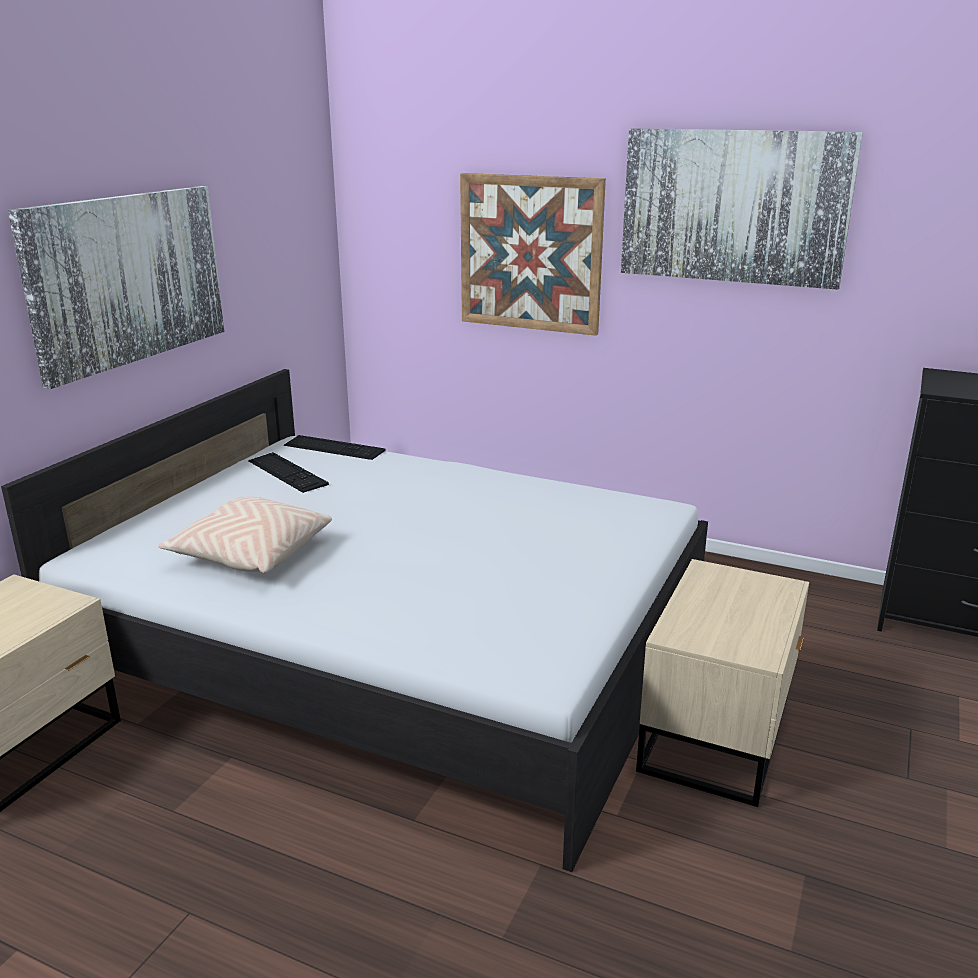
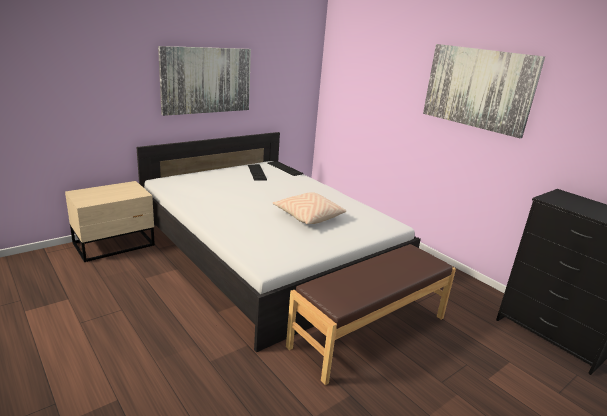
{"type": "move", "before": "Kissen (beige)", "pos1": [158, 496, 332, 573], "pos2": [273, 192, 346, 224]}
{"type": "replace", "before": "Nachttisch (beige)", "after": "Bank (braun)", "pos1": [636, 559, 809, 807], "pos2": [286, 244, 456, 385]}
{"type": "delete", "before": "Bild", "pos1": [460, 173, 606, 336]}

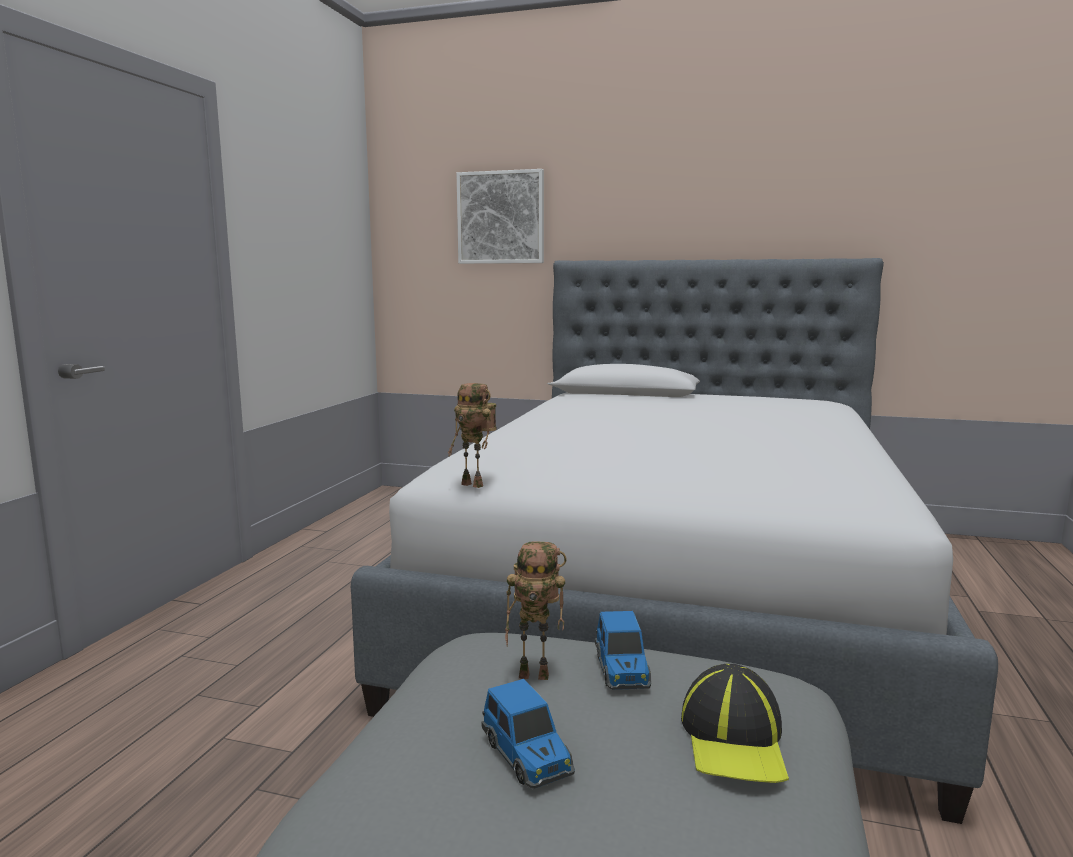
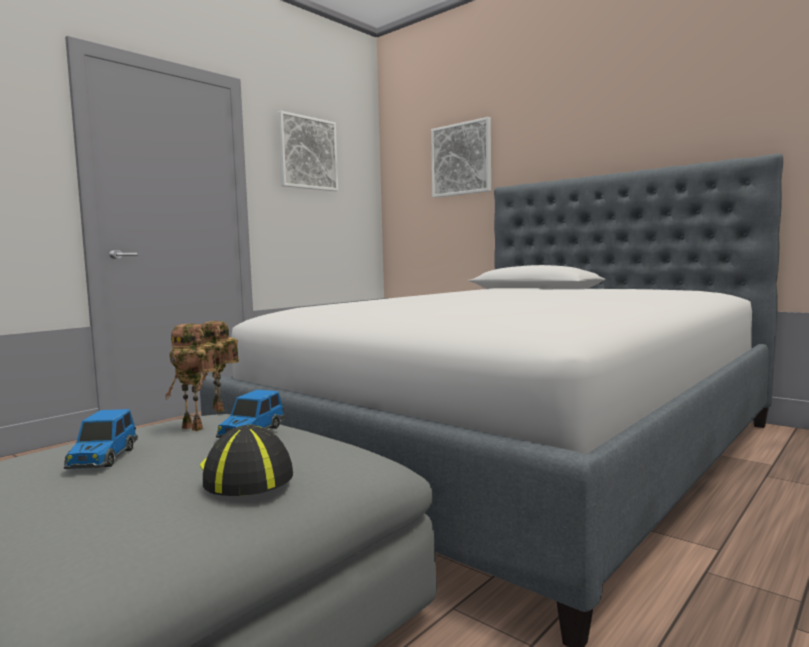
{"type": "rotate", "before": "Kappe", "pos1": [681, 664, 789, 783], "pos2": [200, 425, 293, 496], "turn": 120}
{"type": "move", "before": "Spielzeugroboter", "pos1": [448, 383, 497, 488], "pos2": [202, 321, 239, 412]}
{"type": "insert", "after": "Bild", "pos2": [278, 111, 338, 191]}

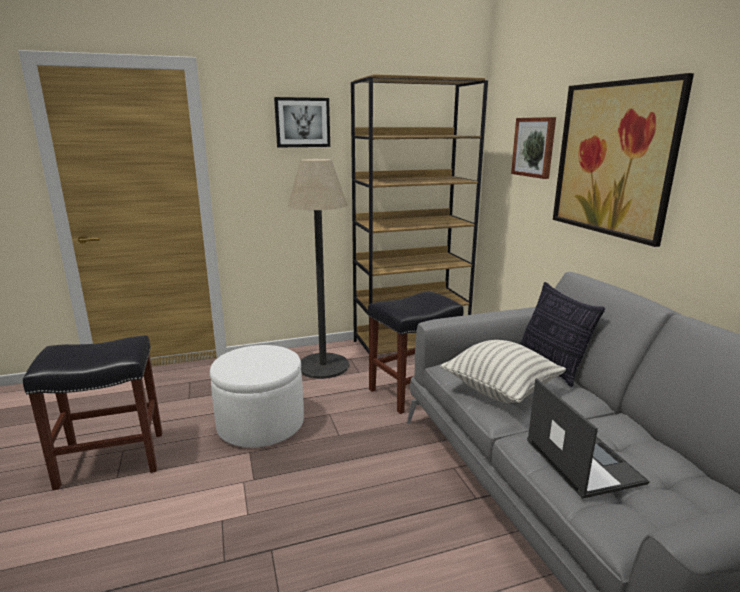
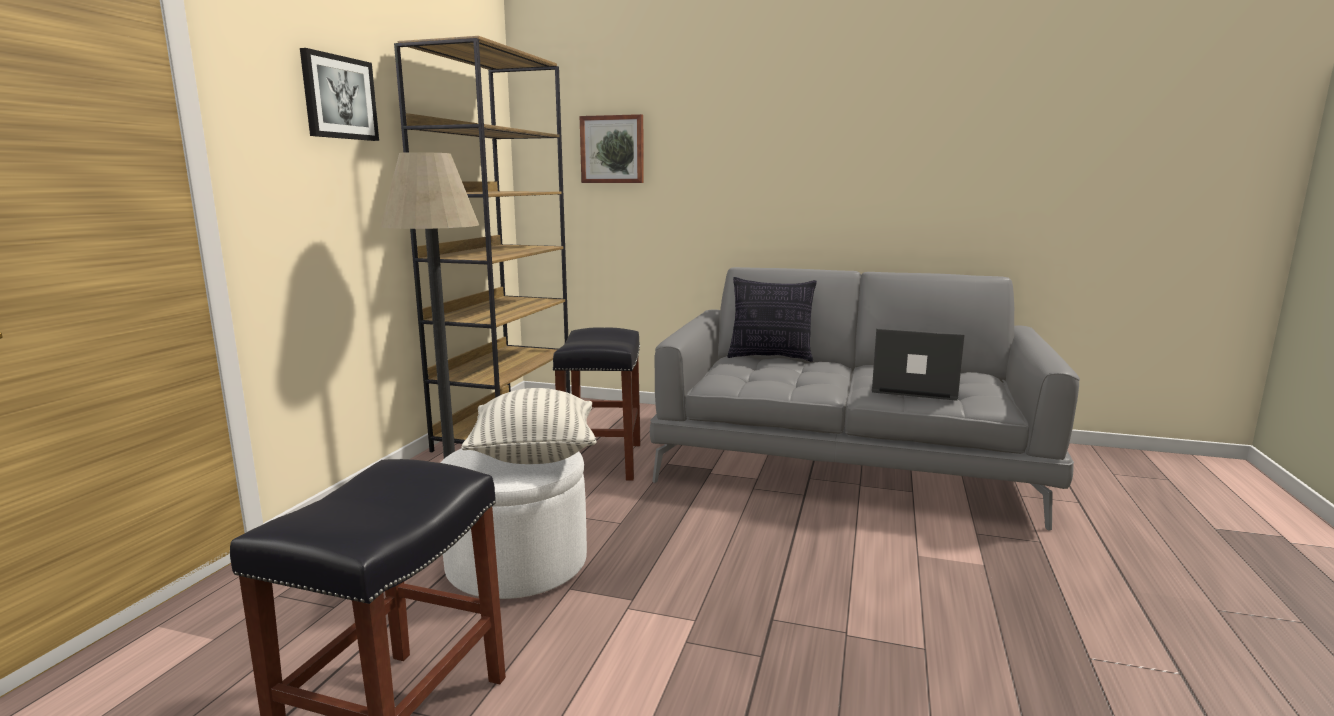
{"type": "move", "before": "Kissen", "pos1": [440, 340, 566, 403], "pos2": [461, 388, 597, 464]}
{"type": "delete", "before": "Bild", "pos1": [553, 73, 694, 247]}

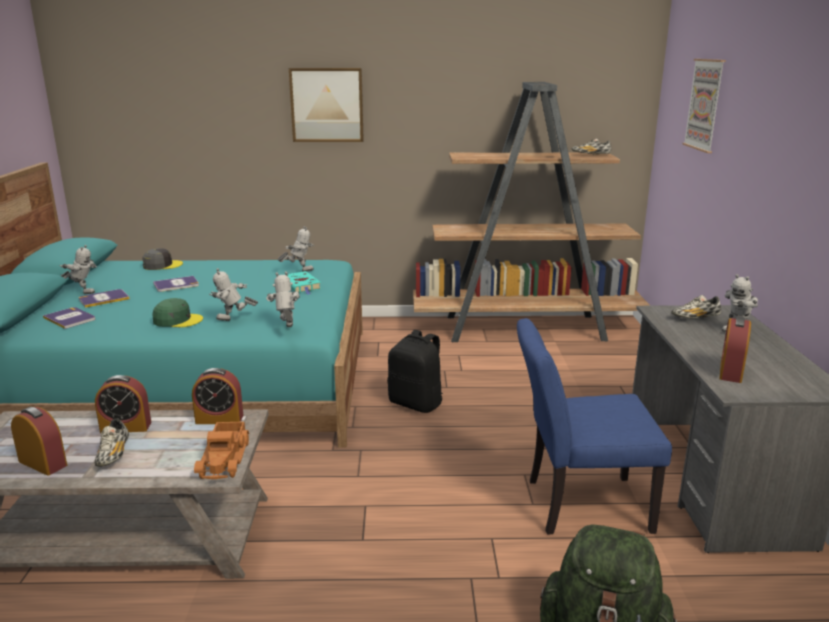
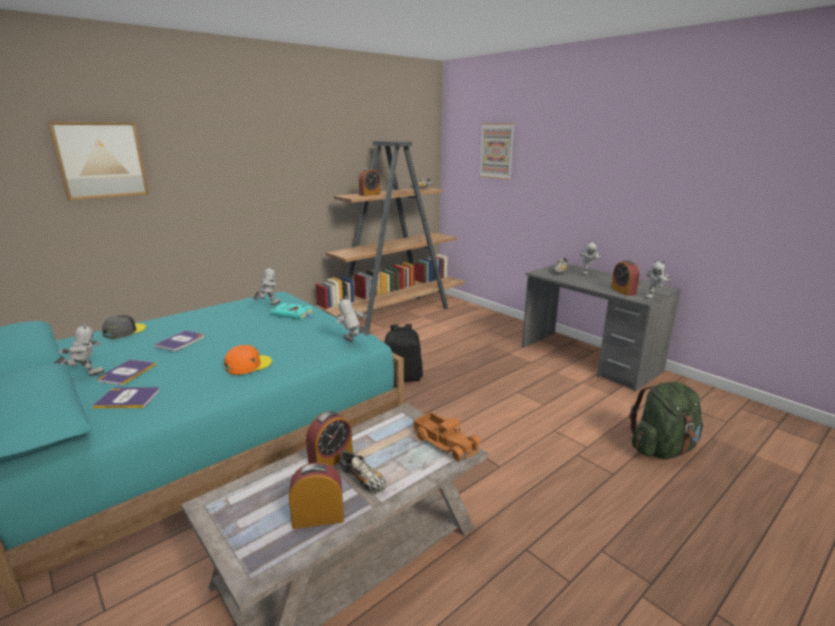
{"type": "move", "before": "Bild", "pos1": [289, 68, 364, 142], "pos2": [48, 122, 149, 200]}
{"type": "recolor", "before": "Kappe (grün)", "after": "Kappe (orange)", "pos1": [152, 298, 203, 327], "pos2": [224, 345, 272, 375]}
{"type": "move", "before": "Wecker", "pos1": [192, 368, 243, 424], "pos2": [359, 168, 381, 196]}
{"type": "move", "before": "Spielzeugroboter", "pos1": [209, 268, 258, 321], "pos2": [646, 260, 670, 299]}
{"type": "delete", "before": "Stuhl (blau)", "pos1": [517, 318, 672, 534]}

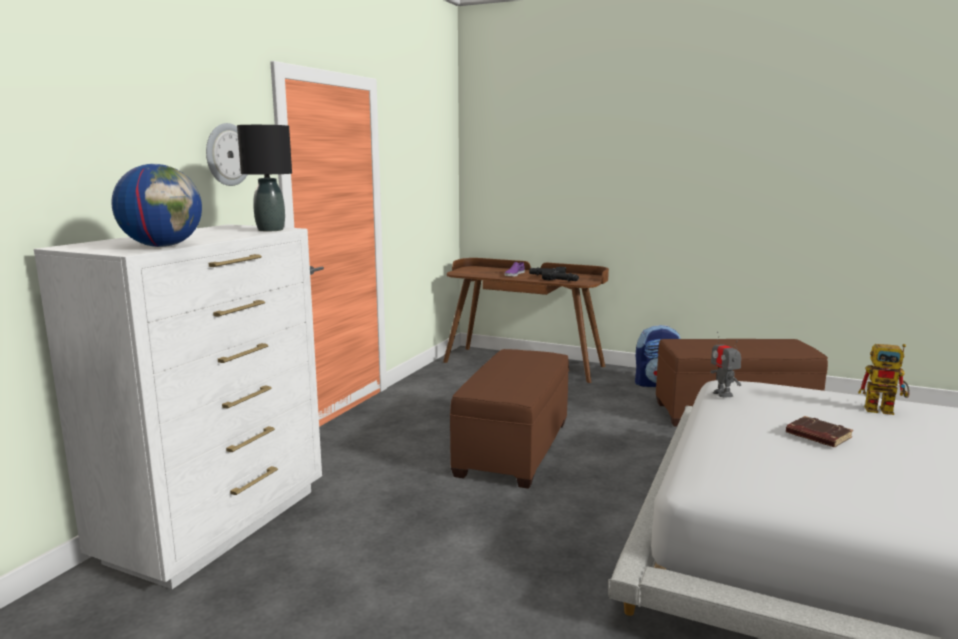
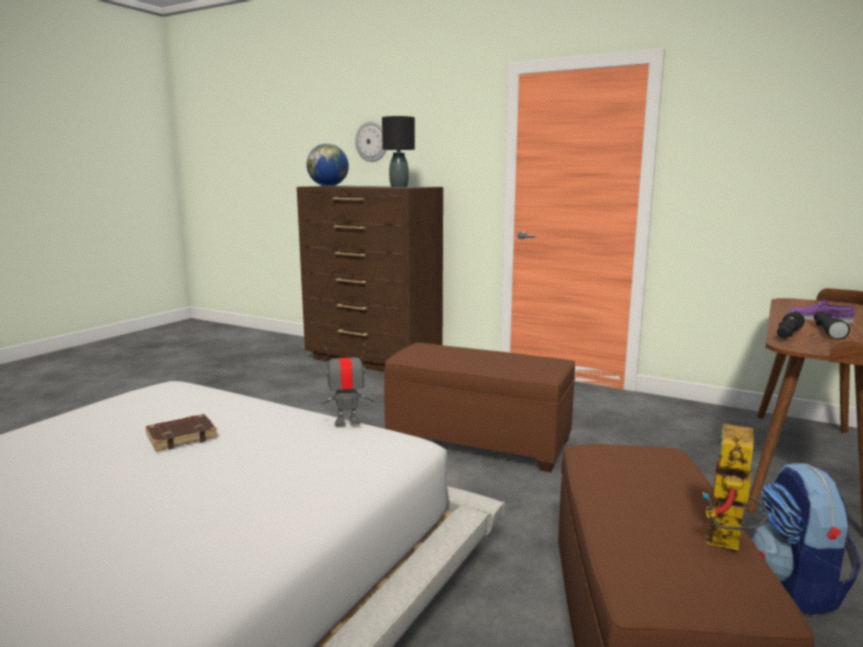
{"type": "recolor", "before": "Kommode (weiß)", "after": "Kommode (braun)", "pos1": [34, 224, 322, 589], "pos2": [297, 186, 443, 372]}
{"type": "move", "before": "Wanduhr", "pos1": [206, 123, 248, 186], "pos2": [355, 121, 386, 162]}
{"type": "move", "before": "Spielzeugroboter", "pos1": [858, 344, 909, 415], "pos2": [702, 424, 768, 550]}

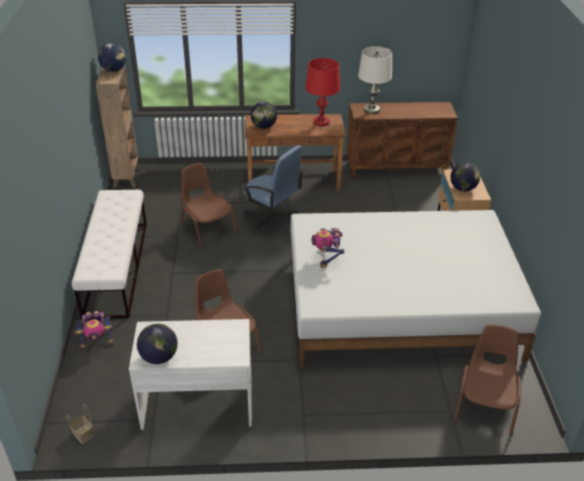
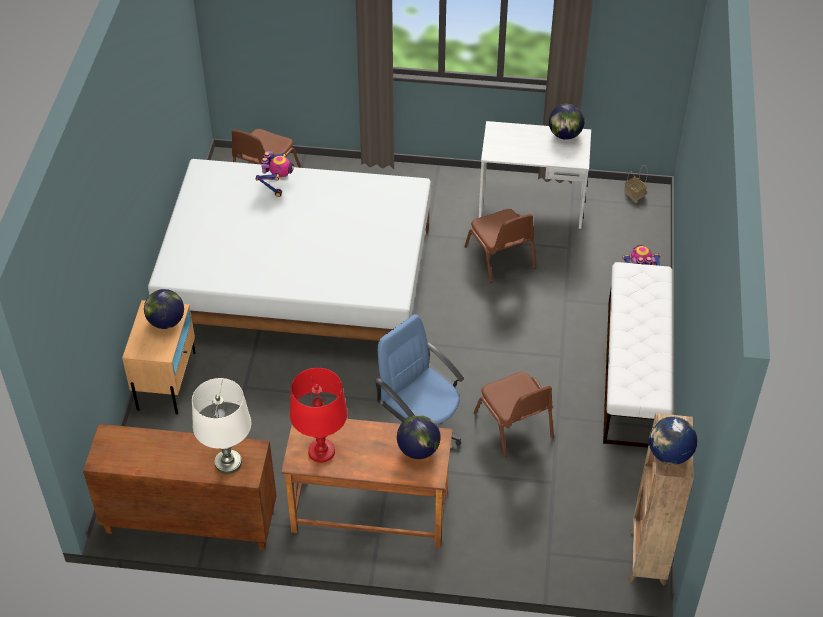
{"type": "move", "before": "Spielzeugroboter", "pos1": [311, 228, 344, 268], "pos2": [255, 151, 294, 197]}

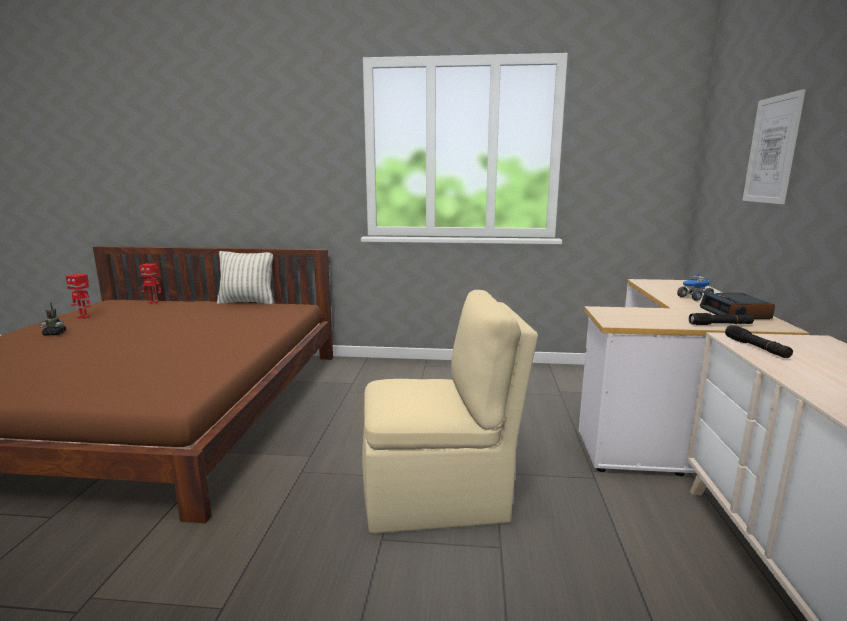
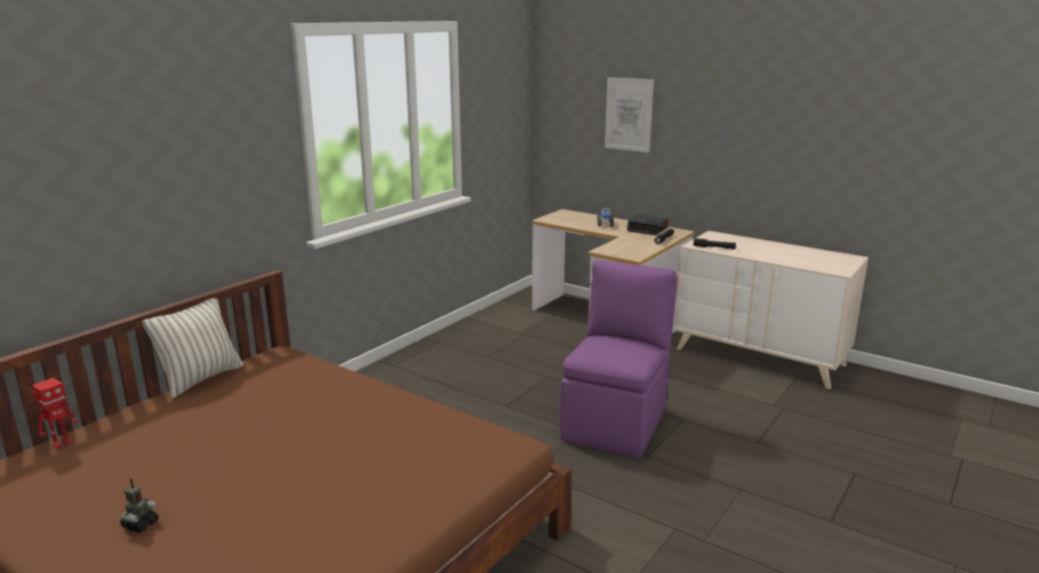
{"type": "recolor", "before": "Stuhl (beige)", "after": "Stuhl (lila)", "pos1": [362, 290, 538, 534], "pos2": [560, 259, 678, 458]}
{"type": "delete", "before": "Spielzeugroboter", "pos1": [65, 274, 91, 319]}

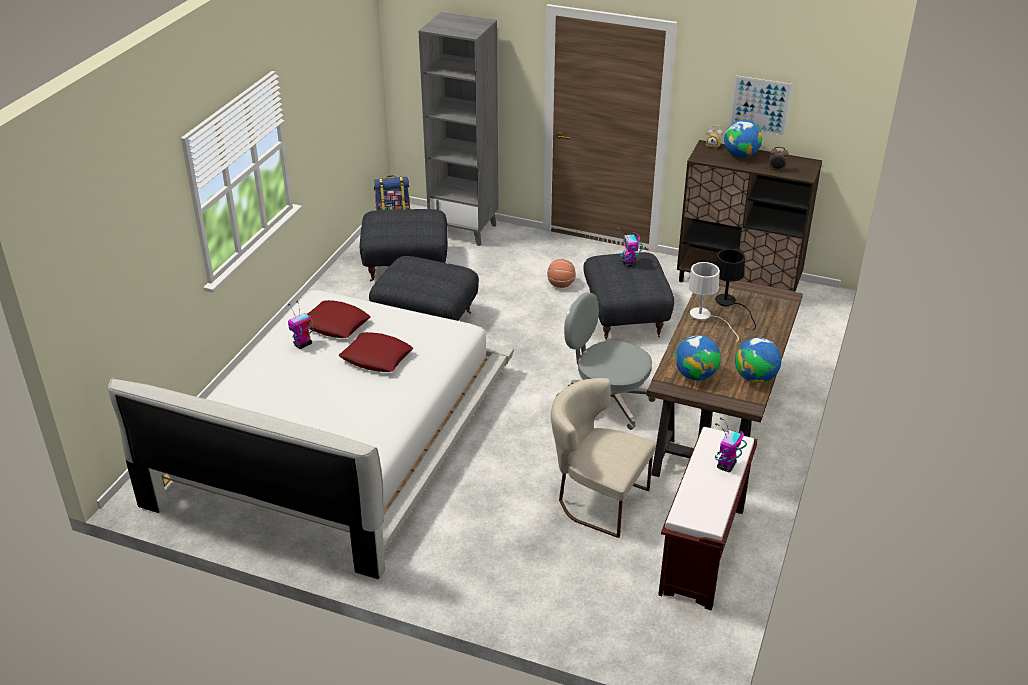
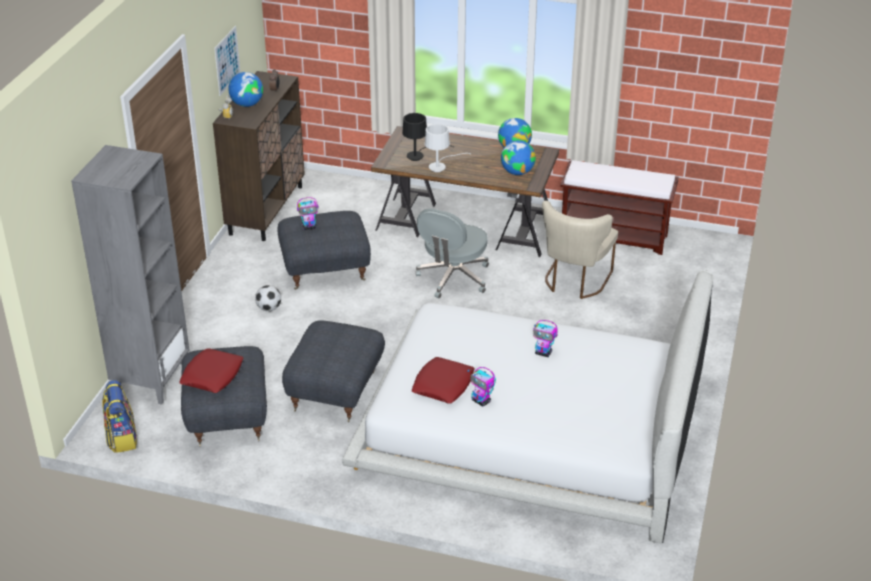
{"type": "move", "before": "Kissen (rot)", "pos1": [339, 332, 413, 372], "pos2": [179, 348, 244, 393]}
{"type": "replace", "before": "Basketball", "after": "Fußball", "pos1": [547, 259, 576, 288], "pos2": [255, 285, 281, 311]}
{"type": "move", "before": "Spielzeugroboter", "pos1": [715, 417, 747, 472], "pos2": [533, 320, 558, 357]}

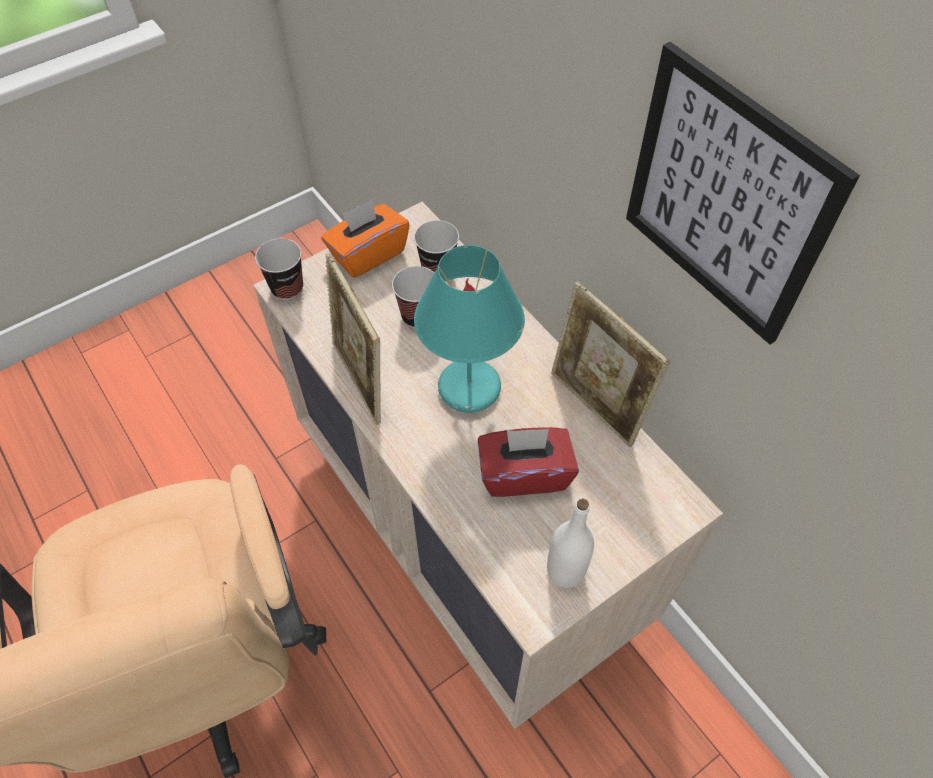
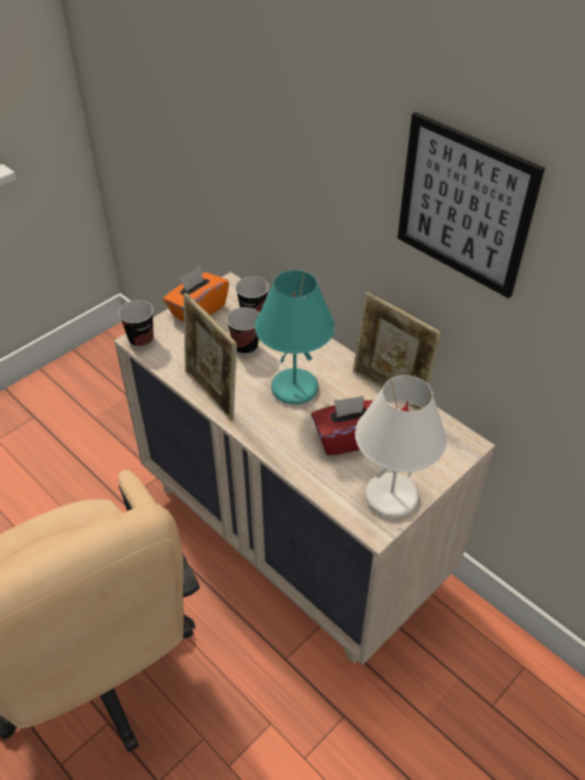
{"type": "replace", "before": "Flasche (weiß)", "after": "Tischlampe (weiß)", "pos1": [547, 499, 594, 588], "pos2": [355, 375, 447, 518]}

